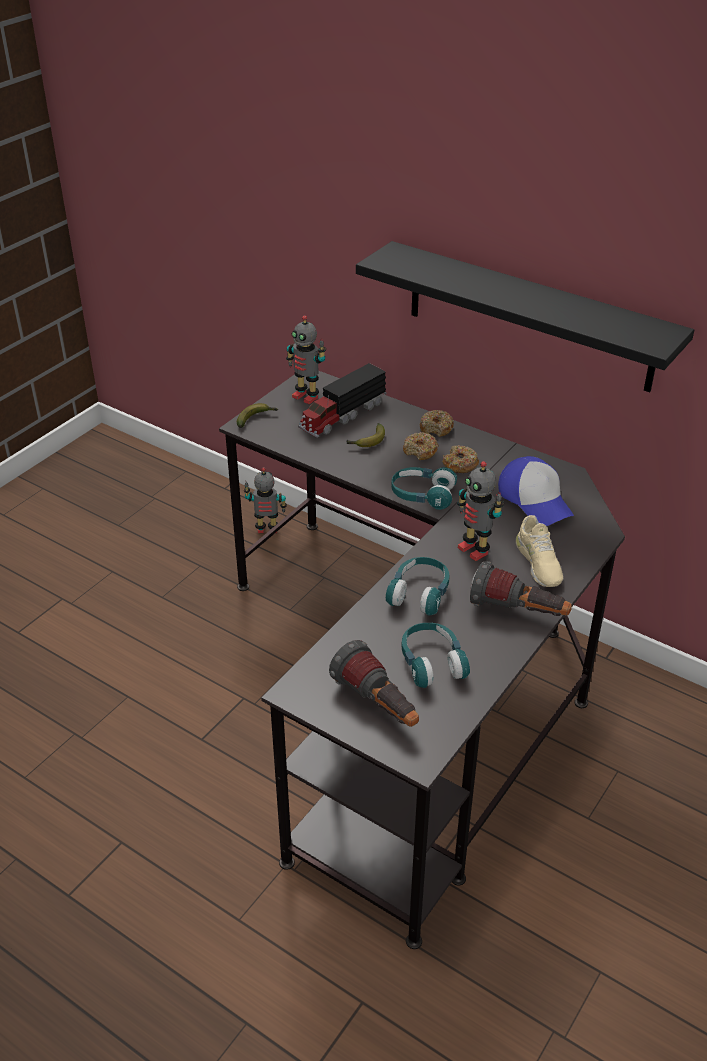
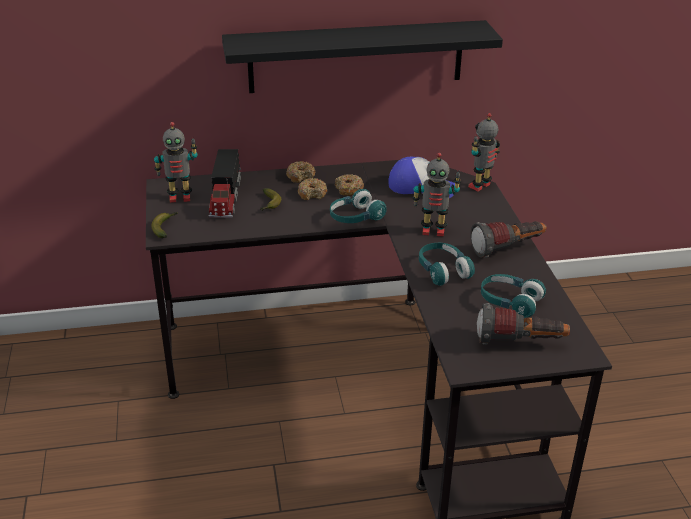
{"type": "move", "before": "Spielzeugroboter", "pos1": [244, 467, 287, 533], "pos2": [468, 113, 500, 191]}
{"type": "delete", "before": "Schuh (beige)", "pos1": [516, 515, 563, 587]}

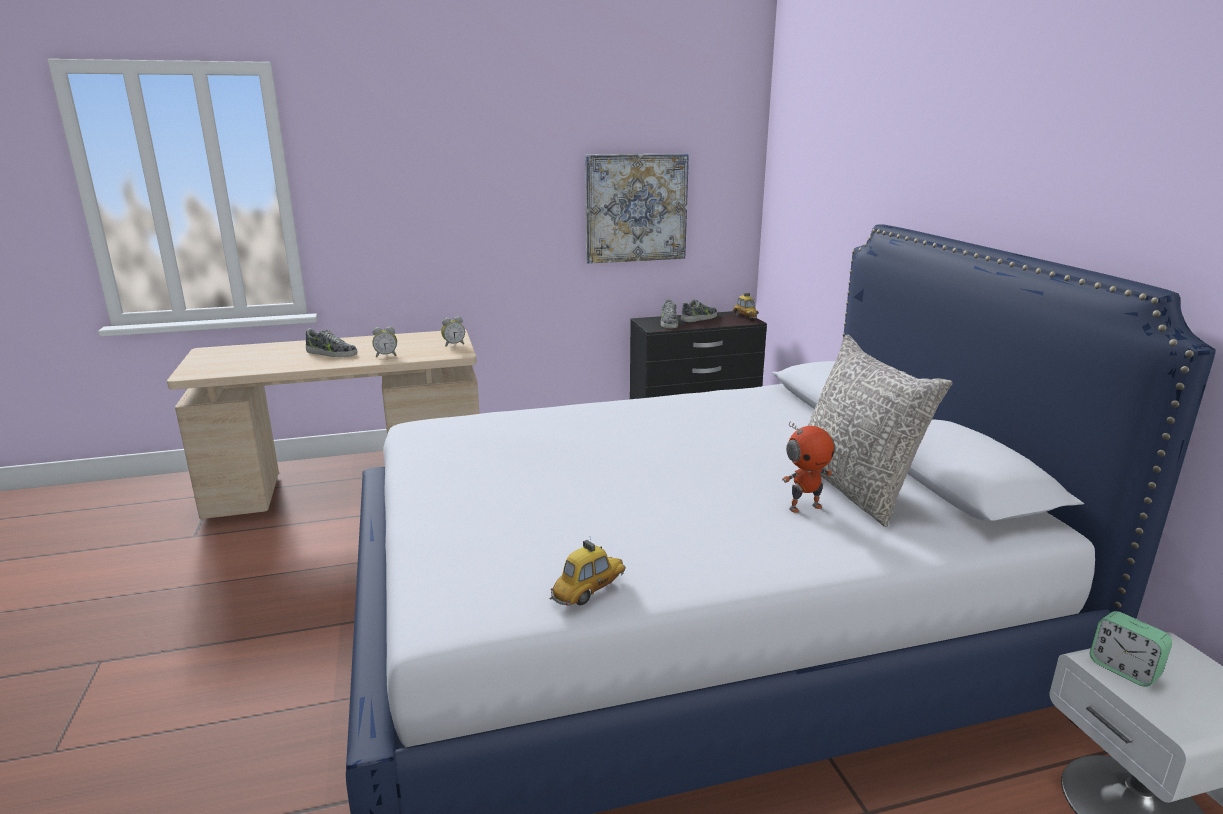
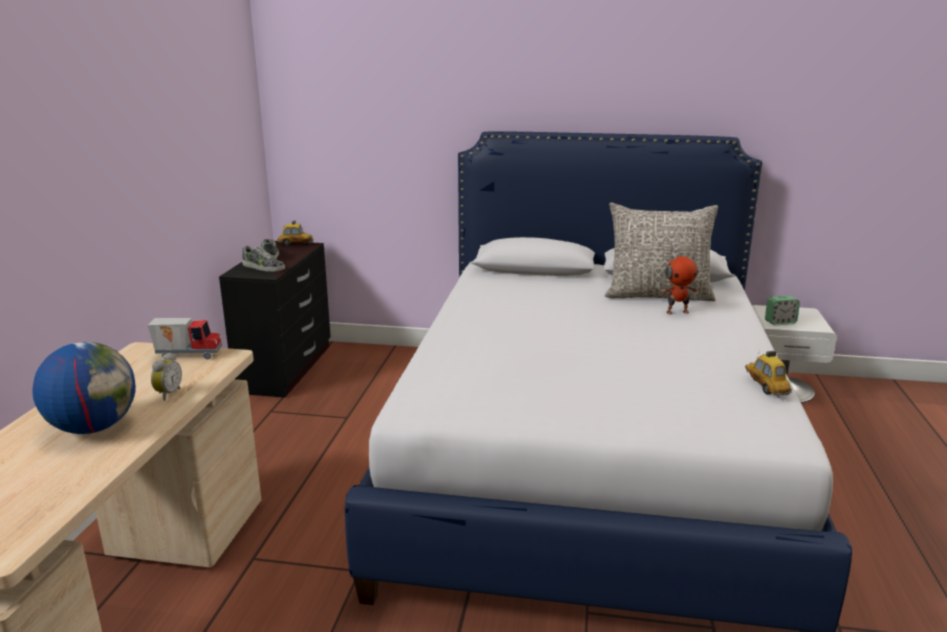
{"type": "replace", "before": "Schuh", "after": "Globus", "pos1": [306, 328, 358, 357], "pos2": [33, 342, 136, 434]}
{"type": "replace", "before": "Wecker", "after": "Spielzeuglaster", "pos1": [441, 316, 465, 347], "pos2": [148, 318, 222, 359]}
{"type": "rotate", "before": "Spielzeugroboter", "pos1": [782, 421, 835, 513], "pos2": [661, 252, 698, 314], "turn": 75}
{"type": "delete", "before": "Bild", "pos1": [585, 153, 689, 264]}

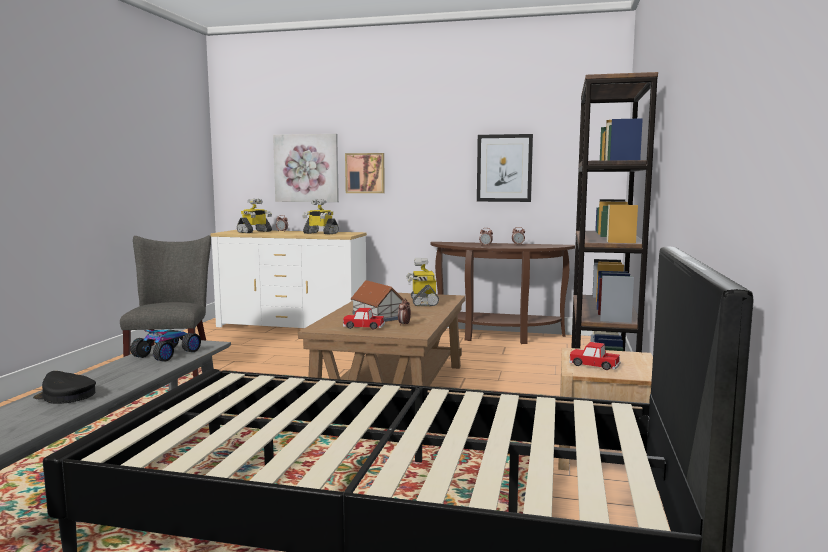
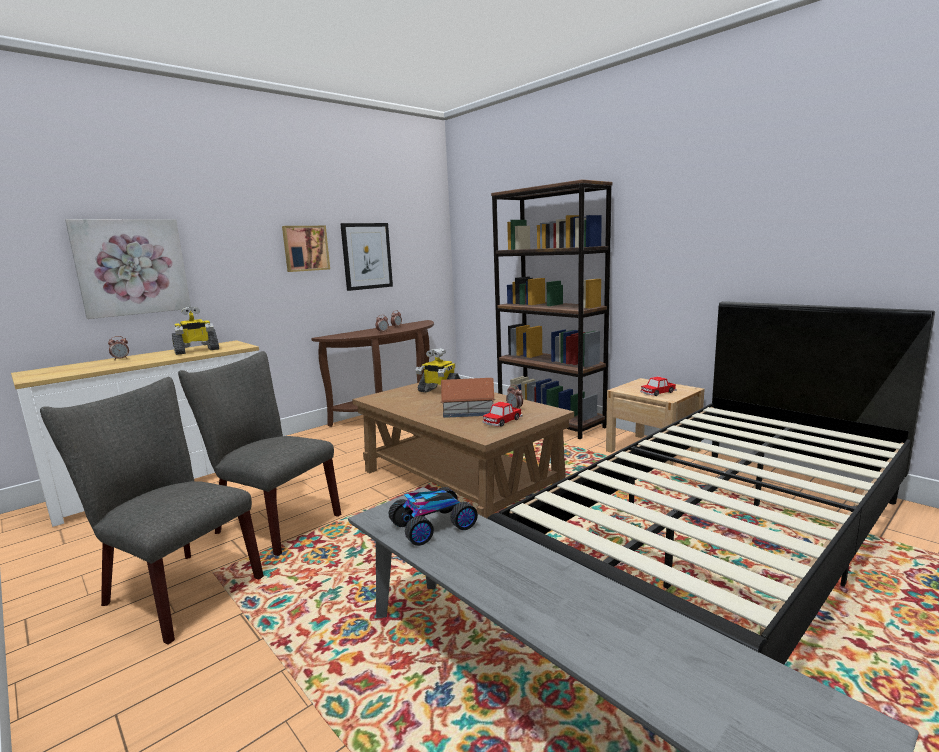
{"type": "insert", "after": "Stuhl (grau)", "pos2": [178, 351, 341, 556]}
{"type": "move", "before": "Bild", "pos1": [345, 153, 385, 193], "pos2": [282, 226, 330, 272]}
{"type": "rotate", "before": "Spielzeugauto", "pos1": [130, 329, 201, 362], "pos2": [388, 487, 478, 546], "turn": 90}
{"type": "delete", "before": "Kappe (schwarz)", "pos1": [33, 371, 96, 404]}
{"type": "delete", "before": "Spielzeugroboter", "pos1": [237, 199, 272, 233]}

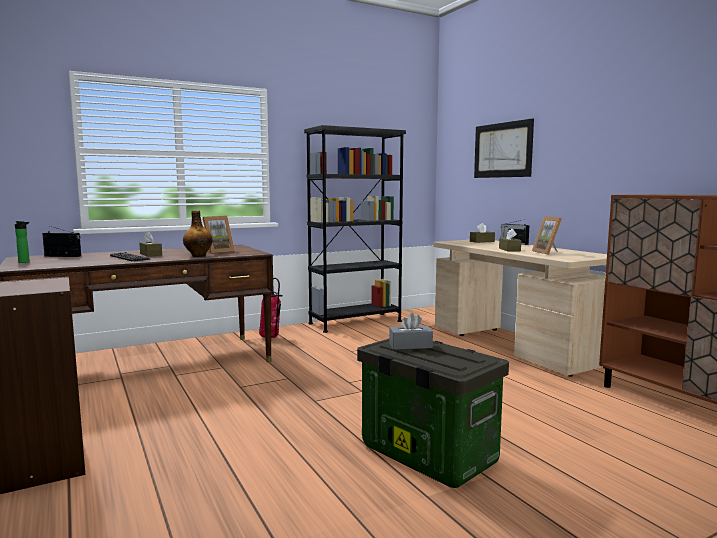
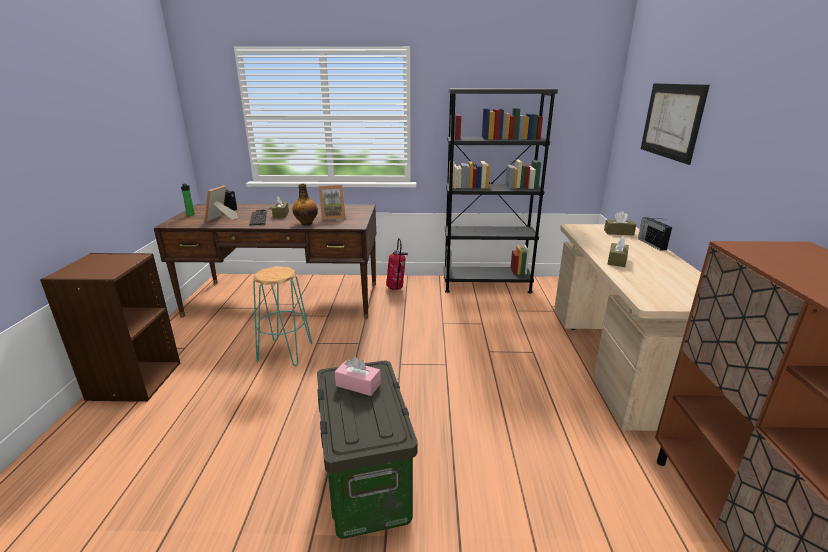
{"type": "move", "before": "Bilderrahmen", "pos1": [532, 216, 562, 255], "pos2": [205, 185, 238, 222]}
{"type": "insert", "after": "Hocker (türkis)", "pos2": [253, 266, 312, 366]}
{"type": "recolor", "before": "Taschentuchbox (grau)", "after": "Taschentuchbox (rosa)", "pos1": [389, 313, 433, 350], "pos2": [335, 357, 381, 396]}

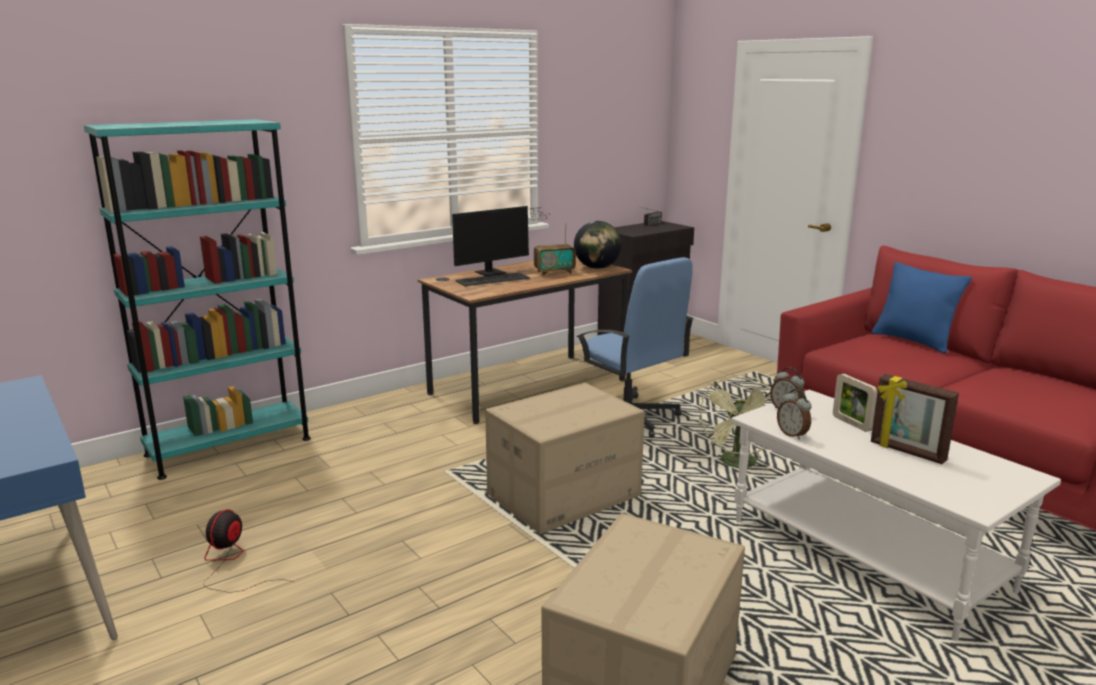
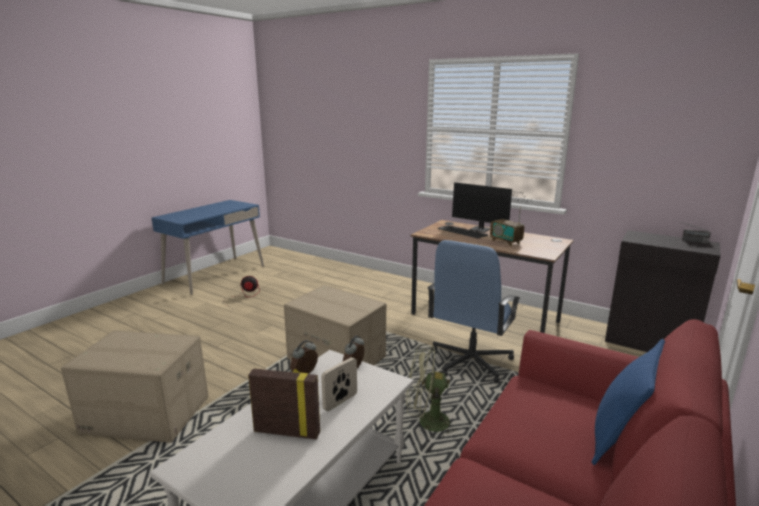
{"type": "rotate", "before": "Bilderrahmen", "pos1": [871, 374, 959, 464], "pos2": [248, 368, 320, 440], "turn": 75}
{"type": "delete", "before": "Bücherregal (türkis)", "pos1": [84, 119, 311, 480]}
{"type": "delete", "before": "Globus", "pos1": [574, 221, 621, 269]}

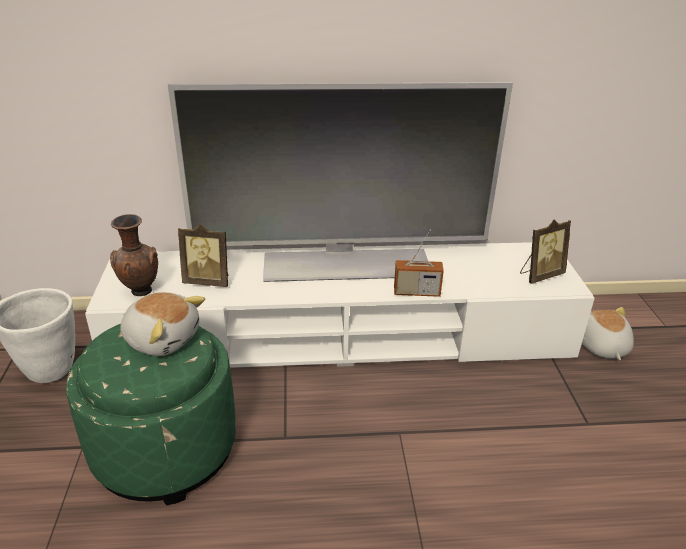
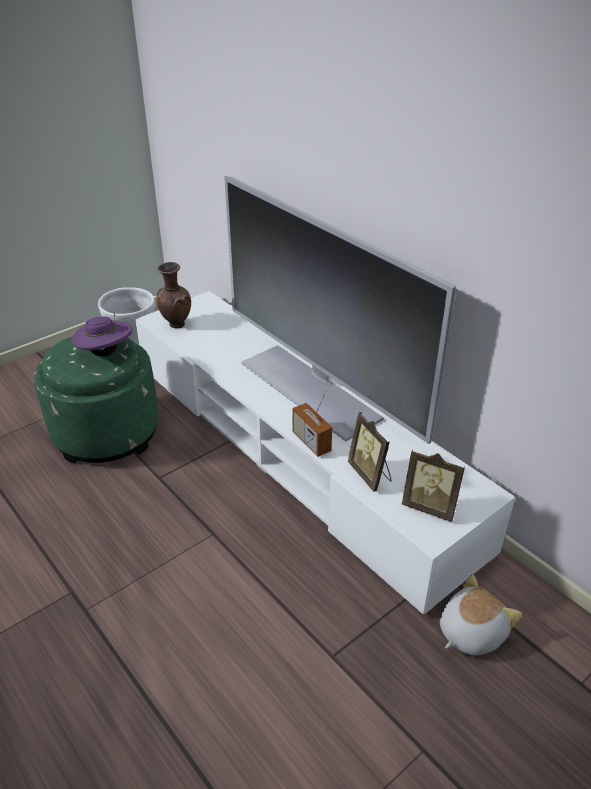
{"type": "replace", "before": "Plüschtier", "after": "Hut (lila)", "pos1": [120, 292, 205, 356], "pos2": [72, 313, 132, 357]}
{"type": "move", "before": "Bilderrahmen", "pos1": [178, 224, 228, 287], "pos2": [348, 412, 392, 492]}

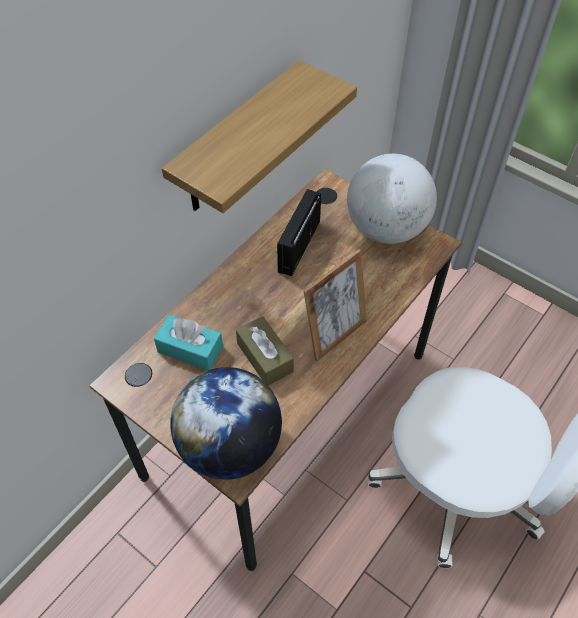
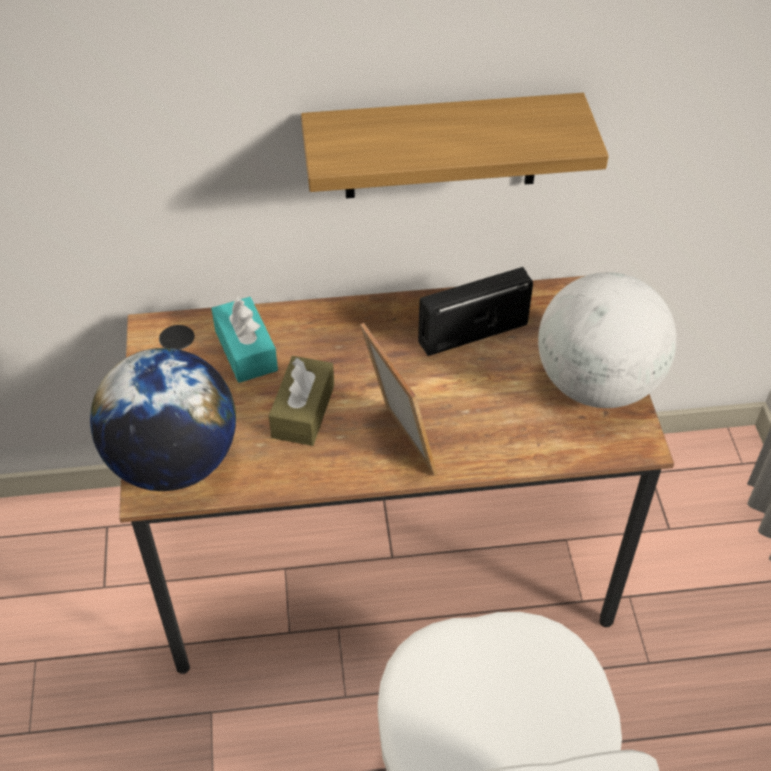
{"type": "rotate", "before": "Bilderrahmen", "pos1": [303, 250, 367, 361], "pos2": [360, 323, 437, 476], "turn": -120}

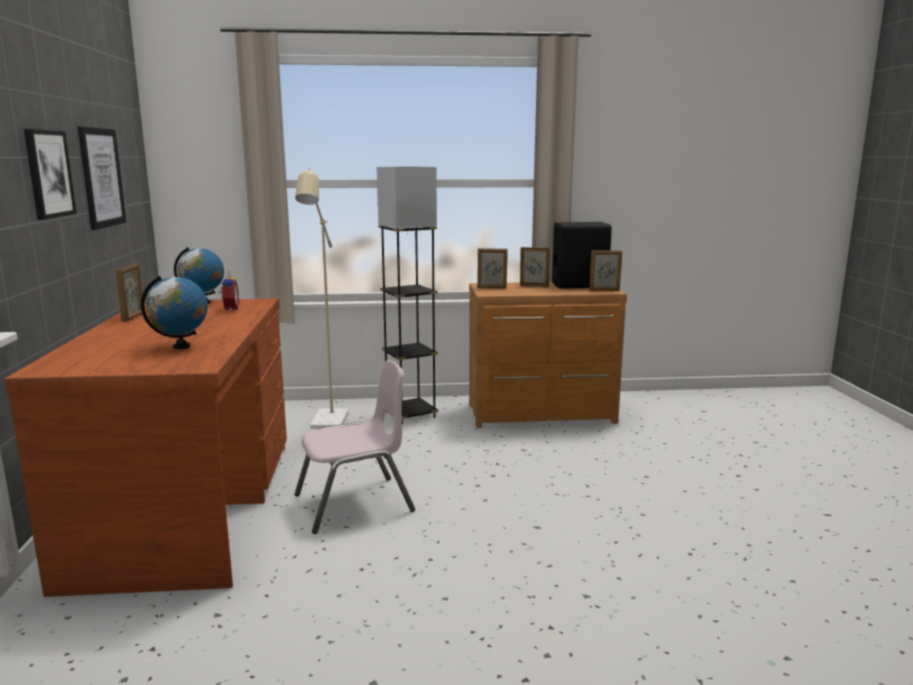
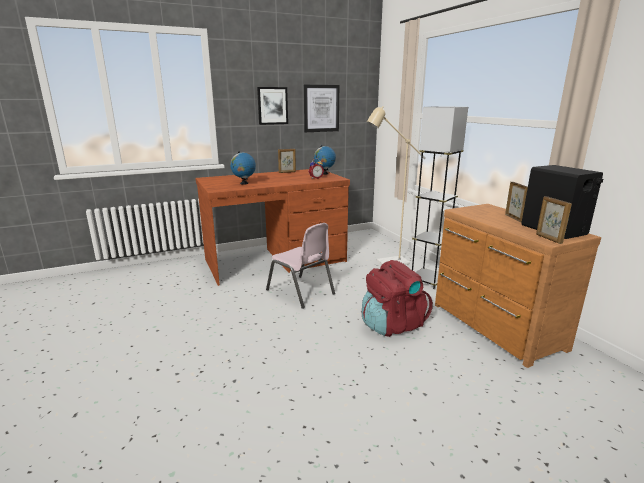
{"type": "insert", "after": "Rucksack (rot)", "pos2": [362, 260, 433, 337]}
{"type": "delete", "before": "Bilderrahmen", "pos1": [477, 248, 508, 289]}

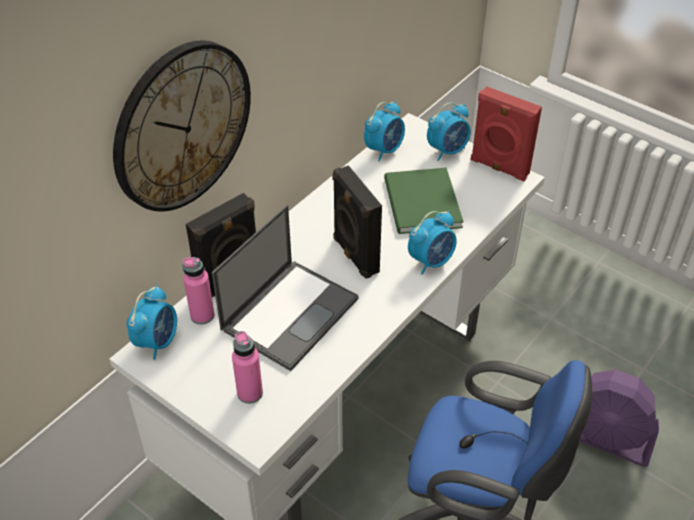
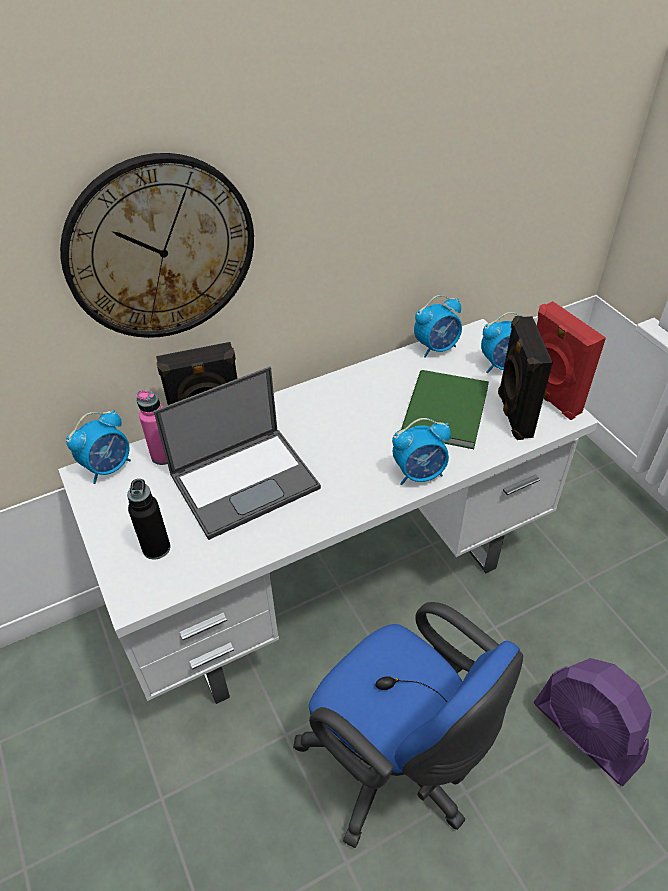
{"type": "recolor", "before": "Flasche (rosa)", "after": "Flasche (schwarz)", "pos1": [232, 331, 263, 404], "pos2": [127, 479, 170, 560]}
{"type": "move", "before": "Lautsprecher (schwarz)", "pos1": [332, 165, 382, 279], "pos2": [498, 316, 553, 440]}

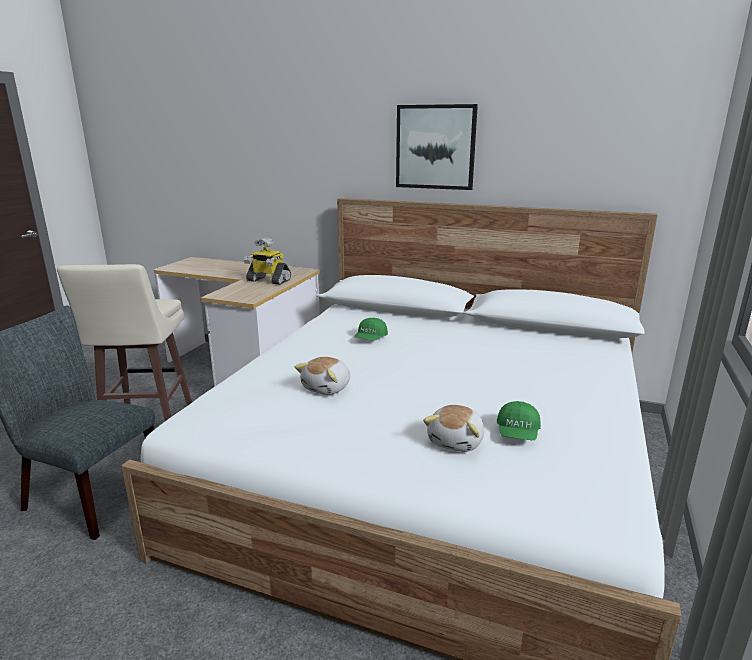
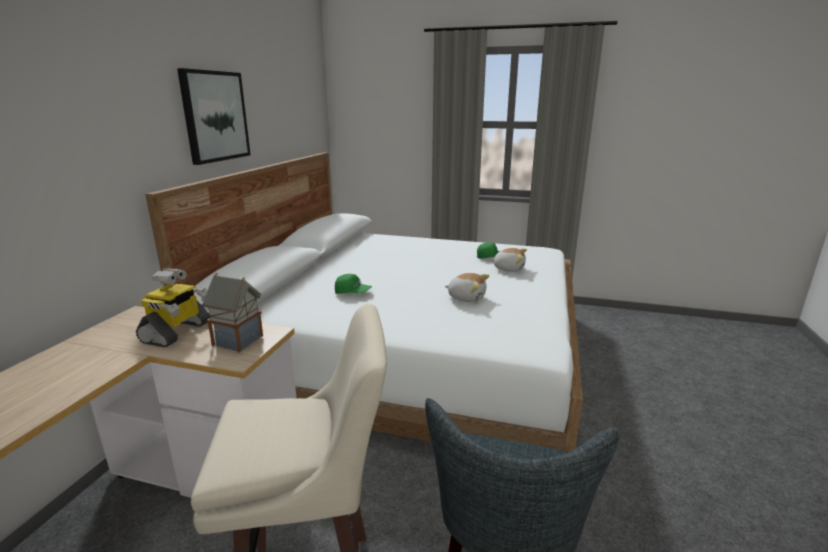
{"type": "insert", "after": "Spielzeughaus", "pos2": [202, 273, 263, 352]}

